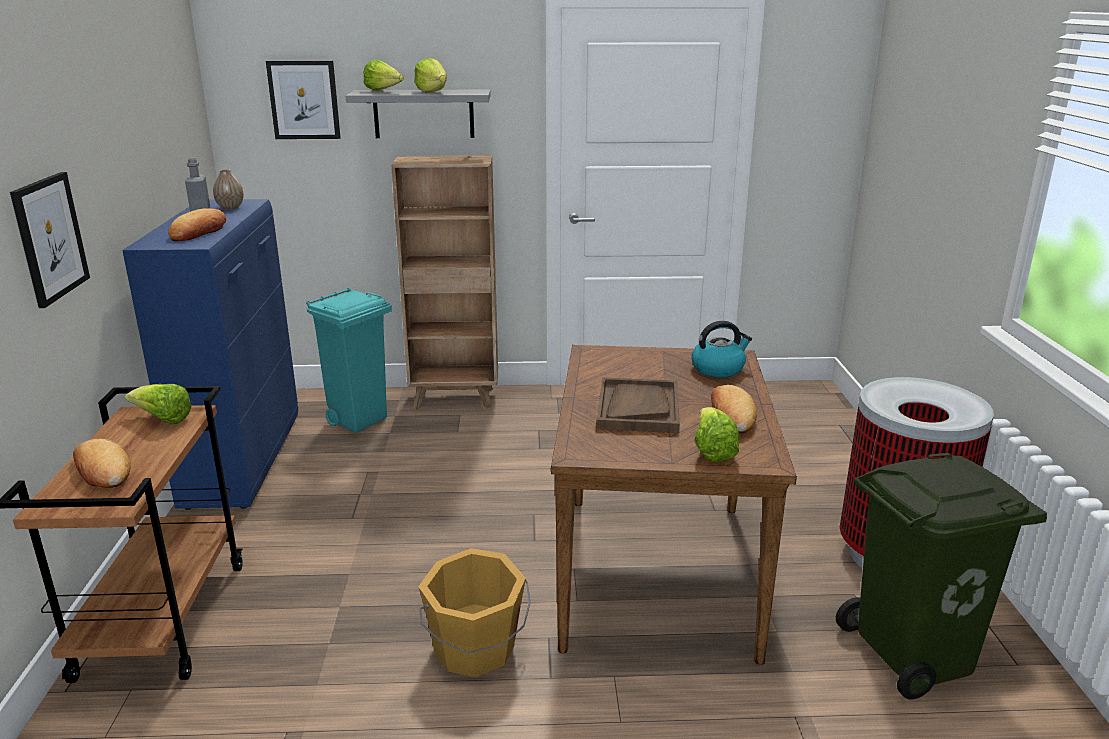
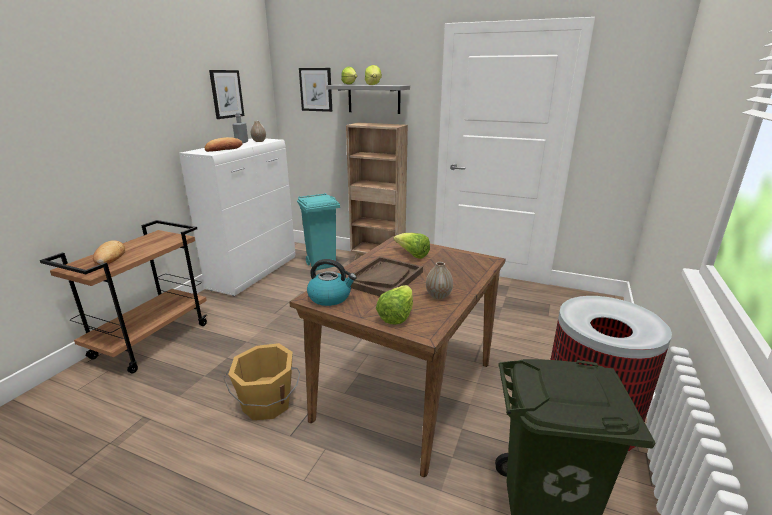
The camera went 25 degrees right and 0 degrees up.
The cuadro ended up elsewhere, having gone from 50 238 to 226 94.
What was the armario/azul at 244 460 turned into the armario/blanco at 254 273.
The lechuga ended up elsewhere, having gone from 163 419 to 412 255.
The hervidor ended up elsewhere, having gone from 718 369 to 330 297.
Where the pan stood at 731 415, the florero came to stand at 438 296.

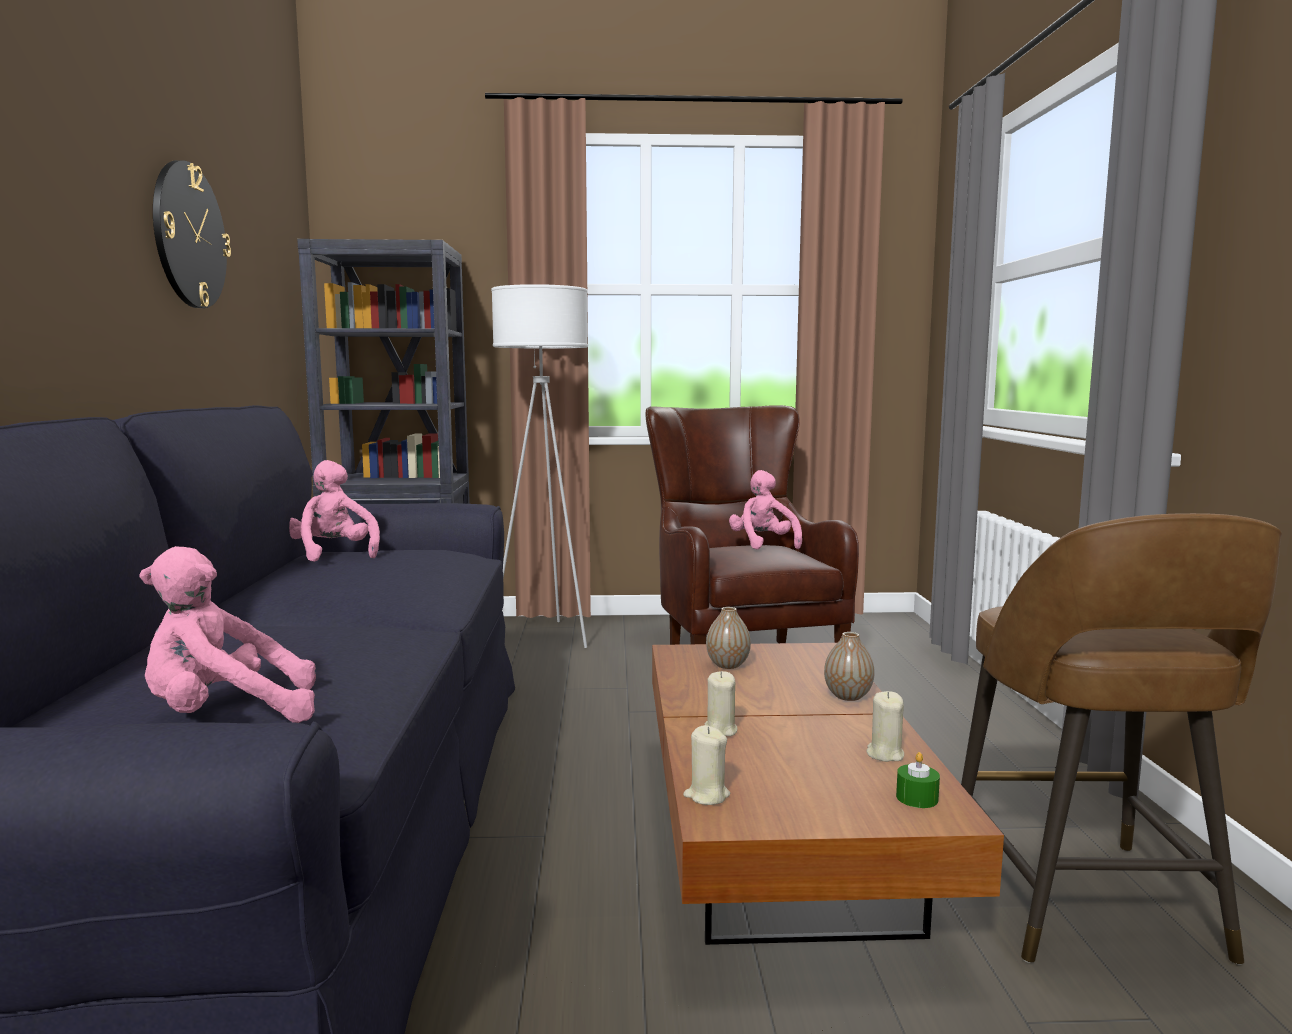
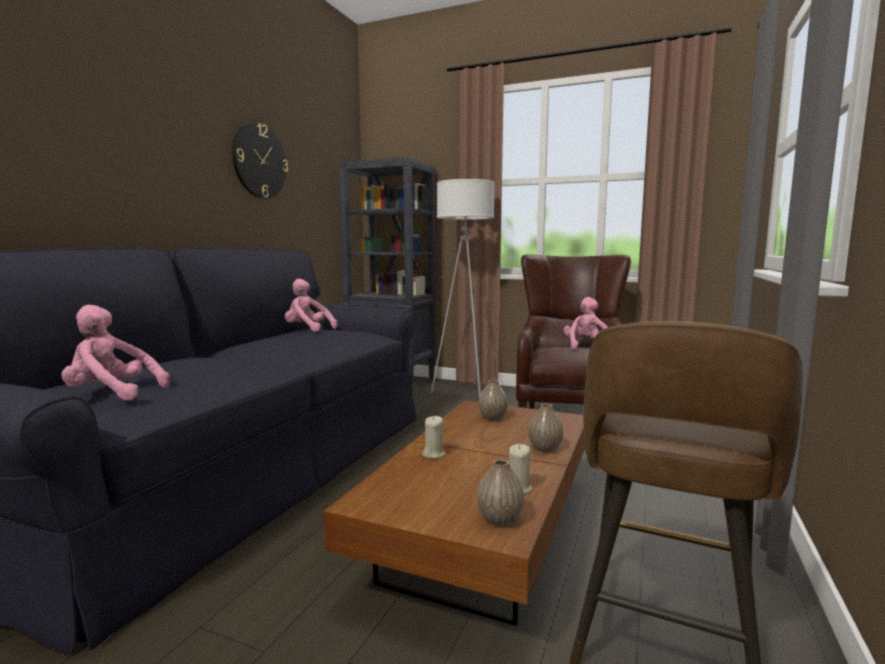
The camera went 25 degrees right and 0 degrees up.
The peluche/rosa at 333 554 ended up facing another way, 60 degrees counterclockwise from before.
The second view lost the vela/beis at 706 795.
Where the vela/verde stood at 917 798, the florero came to stand at 500 520.

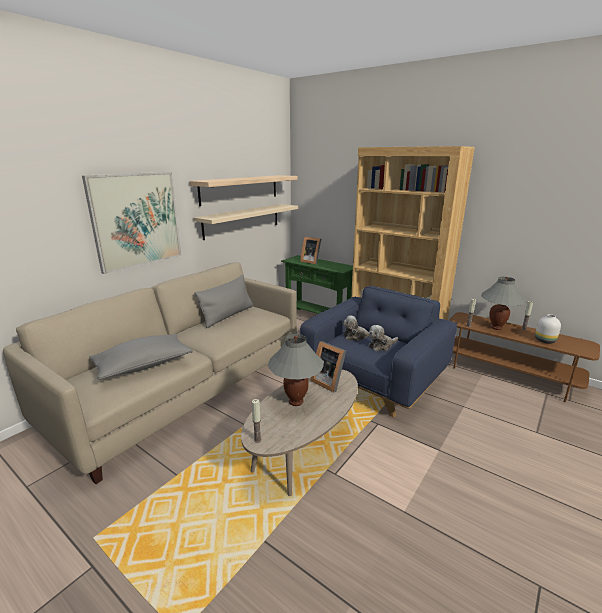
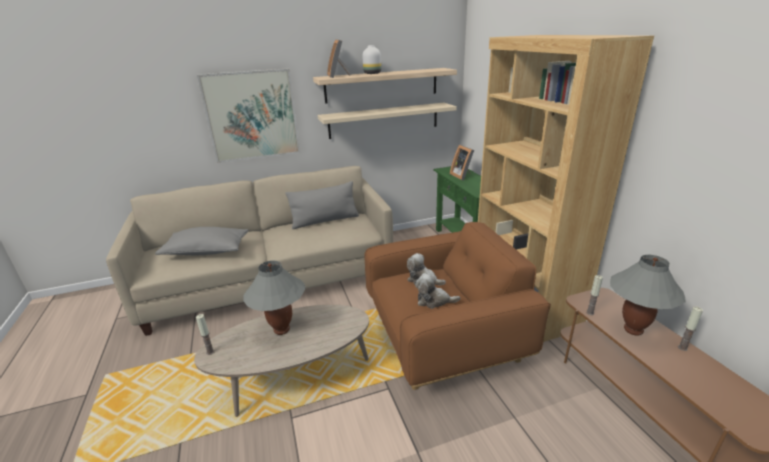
The camera went 35 degrees right and 5 degrees up.
What was the sillón/azul at 374 379 turned into the sillón/marrón at 444 337.
The portarretratos ended up elsewhere, having gone from 328 382 to 338 76.
The florero/blanco ended up elsewhere, having gone from 544 340 to 372 73.

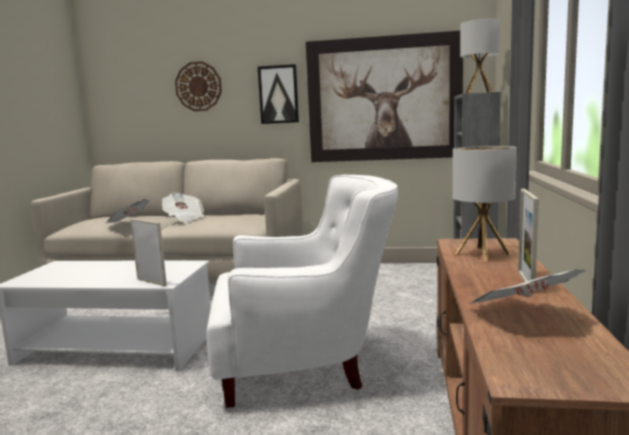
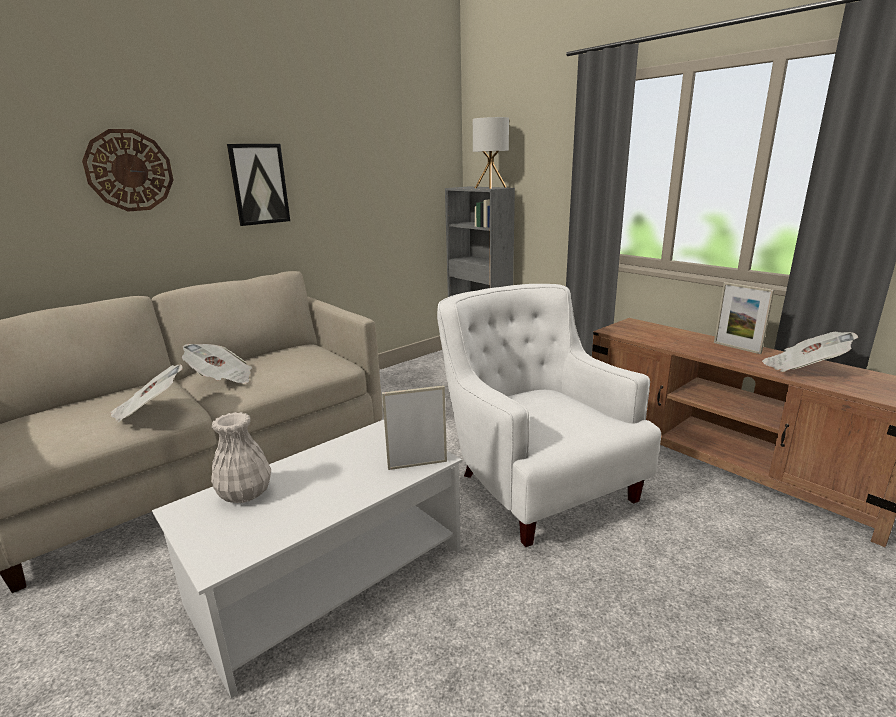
The camera went 50 degrees left and 10 degrees up.
The sillón/blanco at 304 364 ended up facing another way, 60 degrees counterclockwise from before.
The second view lost the cuadro at 383 99.
The second view lost the lámpara de mesa at 482 254.
The second view gained the florero/blanco at 244 494.

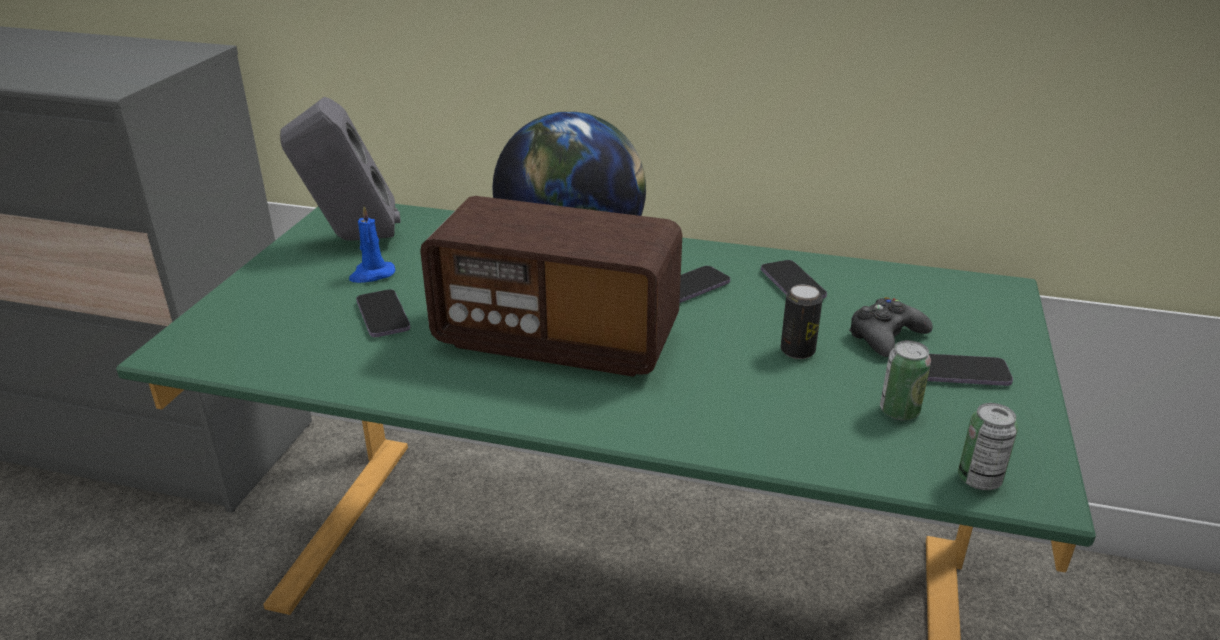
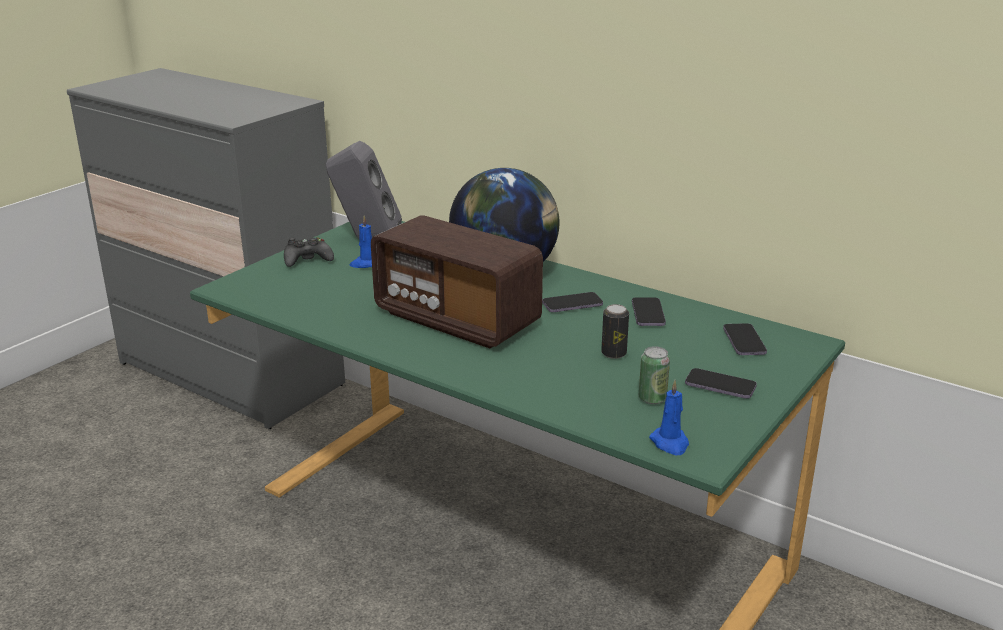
The camera went 20 degrees right and 5 degrees down.
The móvil ended up elsewhere, having gone from 383 316 to 744 341.
The mando de consola/negro ended up elsewhere, having gone from 886 336 to 307 259.
Where the lata stood at 979 479, the vela/azul came to stand at 670 443.

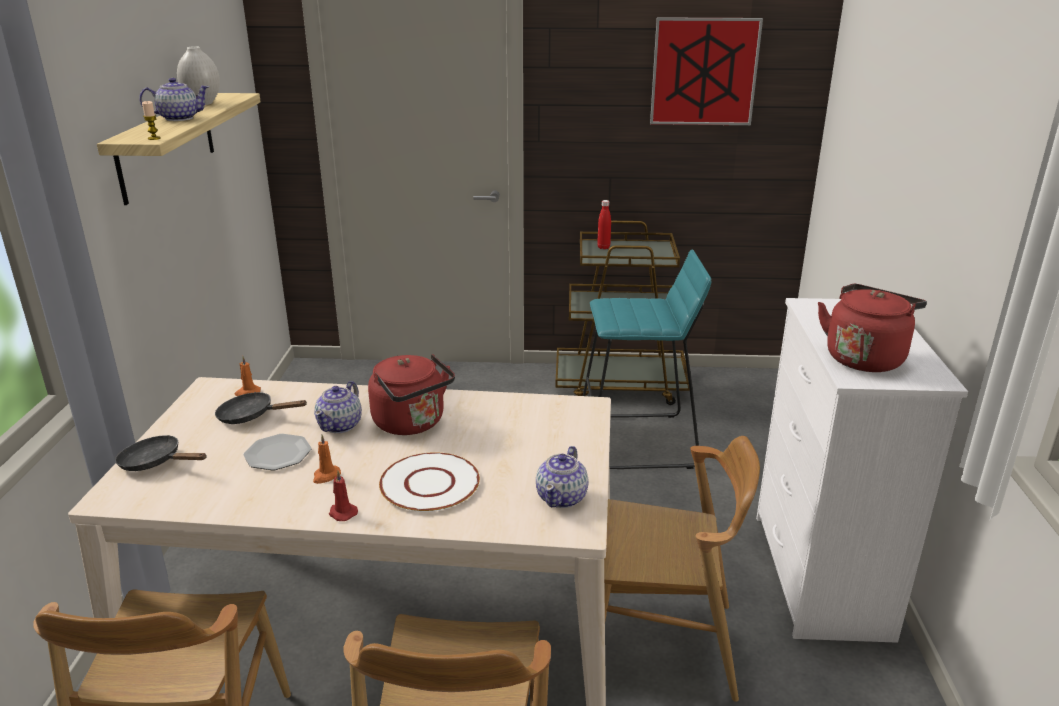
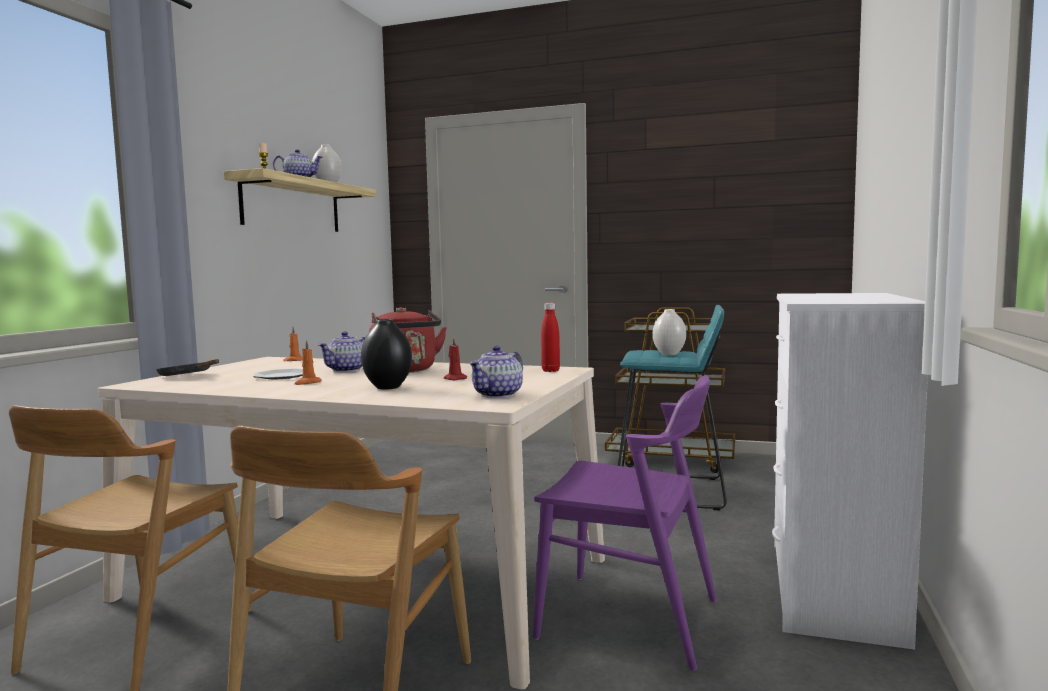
The camera went 15 degrees right and 20 degrees down.
The second view lost the sartén/negro at 251 416.
The vela/rojo ended up elsewhere, having gone from 342 513 to 454 379.
Where the plato/blanco stood at 429 483, the florero/negro came to stand at 388 387.
The botella/rojo ended up elsewhere, having gone from 603 247 to 550 371.
What was the silla/marrón at 662 644 turned into the silla/morado at 629 619.
The second view lost the cuadro at 704 72.
The second view lost the hervidor/rojo at 865 357.
The second view gained the florero/blanco at 669 354.

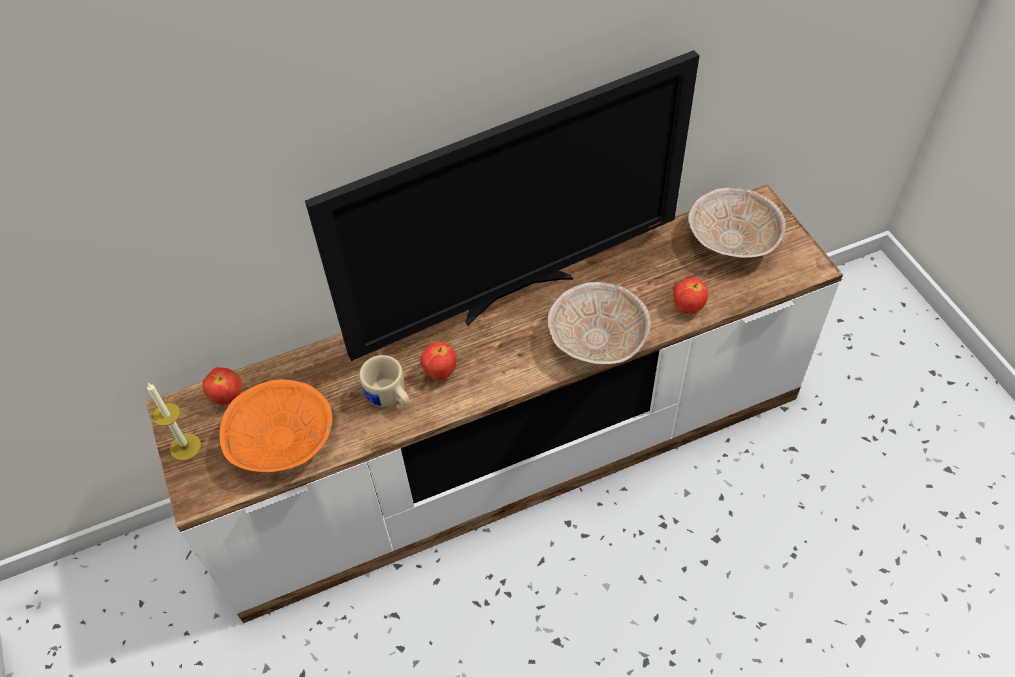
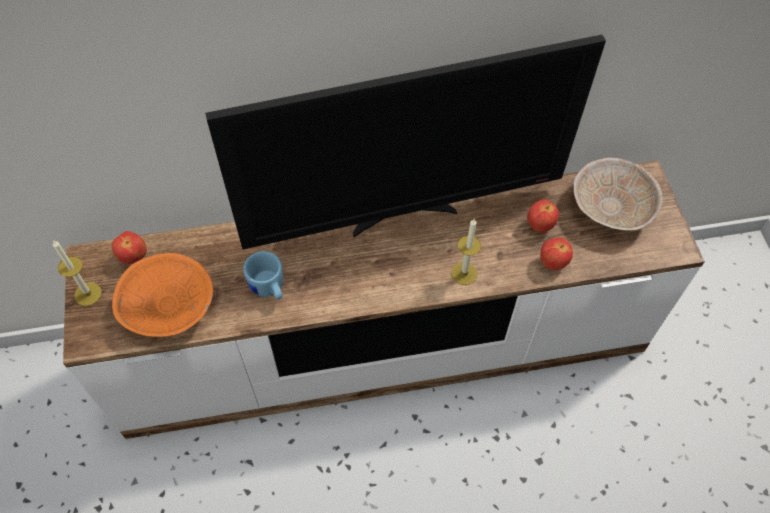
The camera went 10 degrees right and 5 degrees up.
What was the taza grande/beis at 389 398 turned into the taza grande/azul at 269 289.
The manzana ended up elsewhere, having gone from 440 372 to 539 225.
Where the cuenco/beis stood at 597 338, the vela came to stand at 464 273.

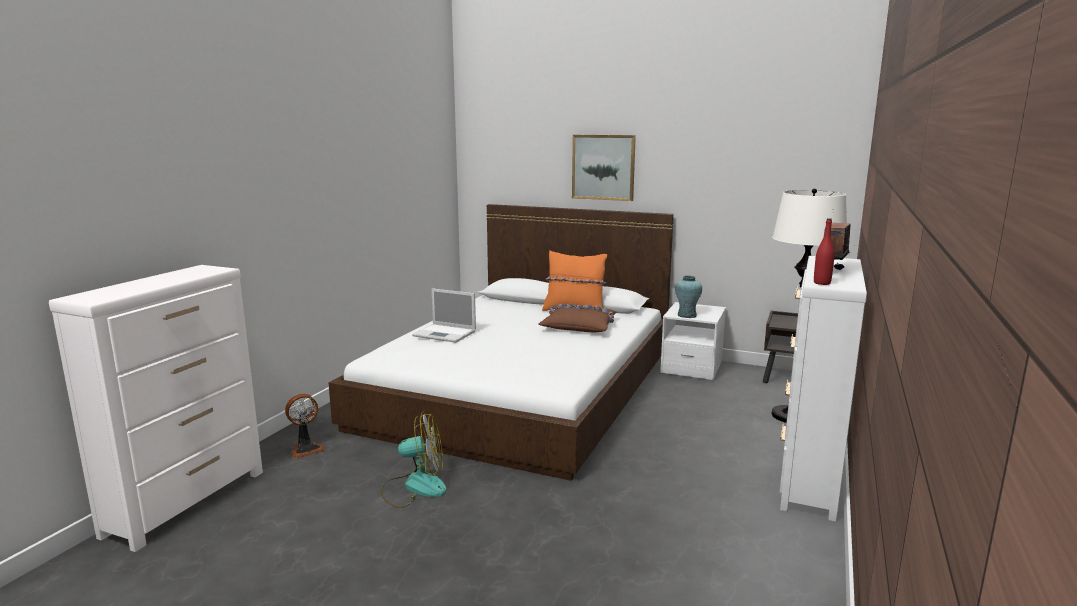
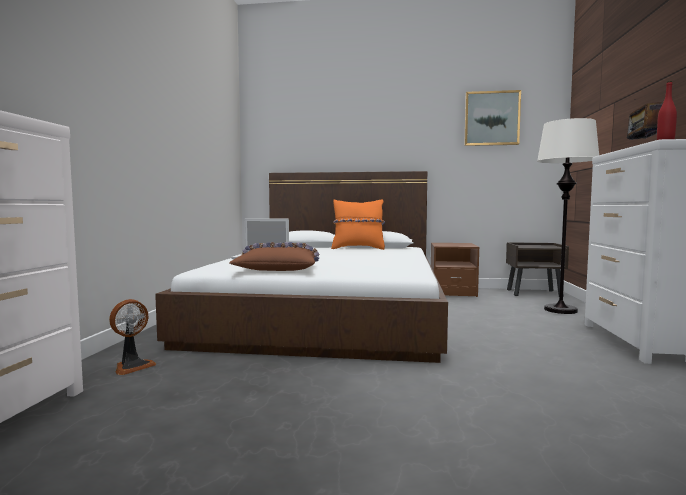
The camera went 15 degrees left and 10 degrees down.
The second view lost the ventilador at 414 487.
The cojín/marrón ended up elsewhere, having gone from 579 326 to 279 268.
The cuadro ended up elsewhere, having gone from 603 167 to 491 118.
What was the mesita de noche/blanco at 691 367 turned into the mesita de noche/marrón at 452 292.
The second view lost the florero/turquesa at 686 315.

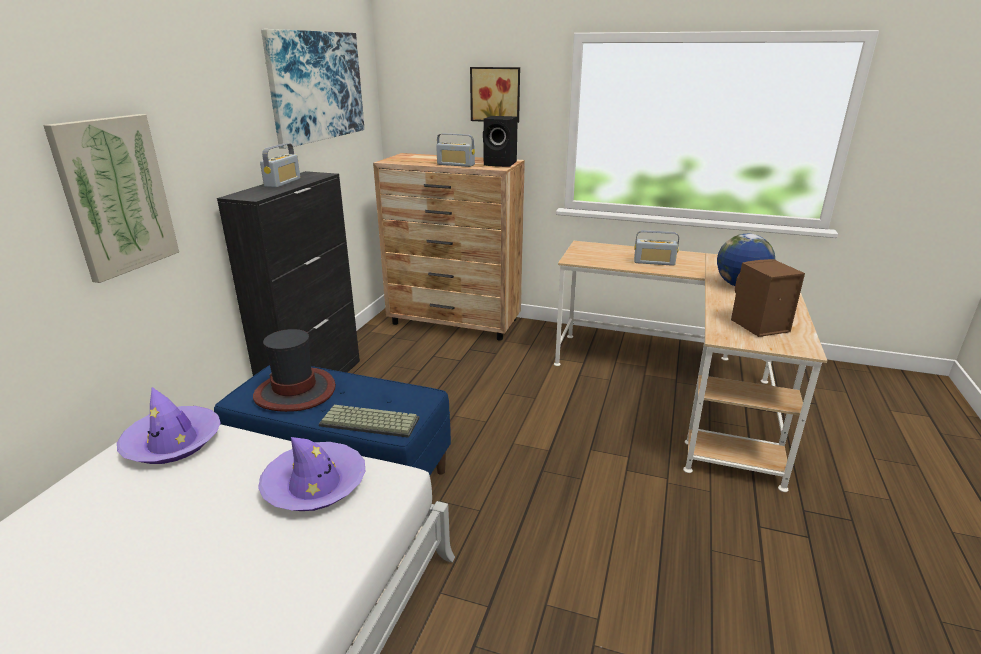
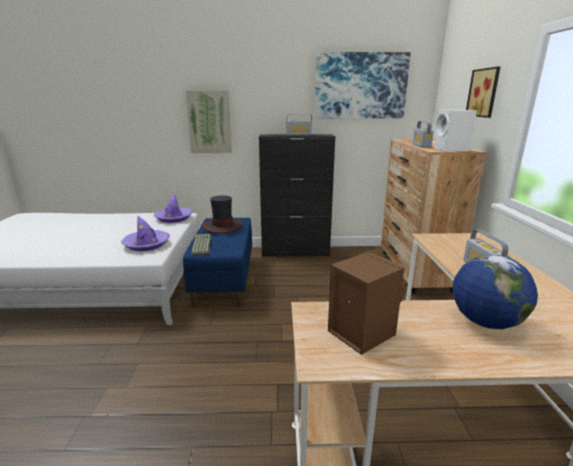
The camera went 70 degrees right and 5 degrees down.
What was the altavoz/negro at 501 164 turned into the altavoz/blanco at 451 150.

